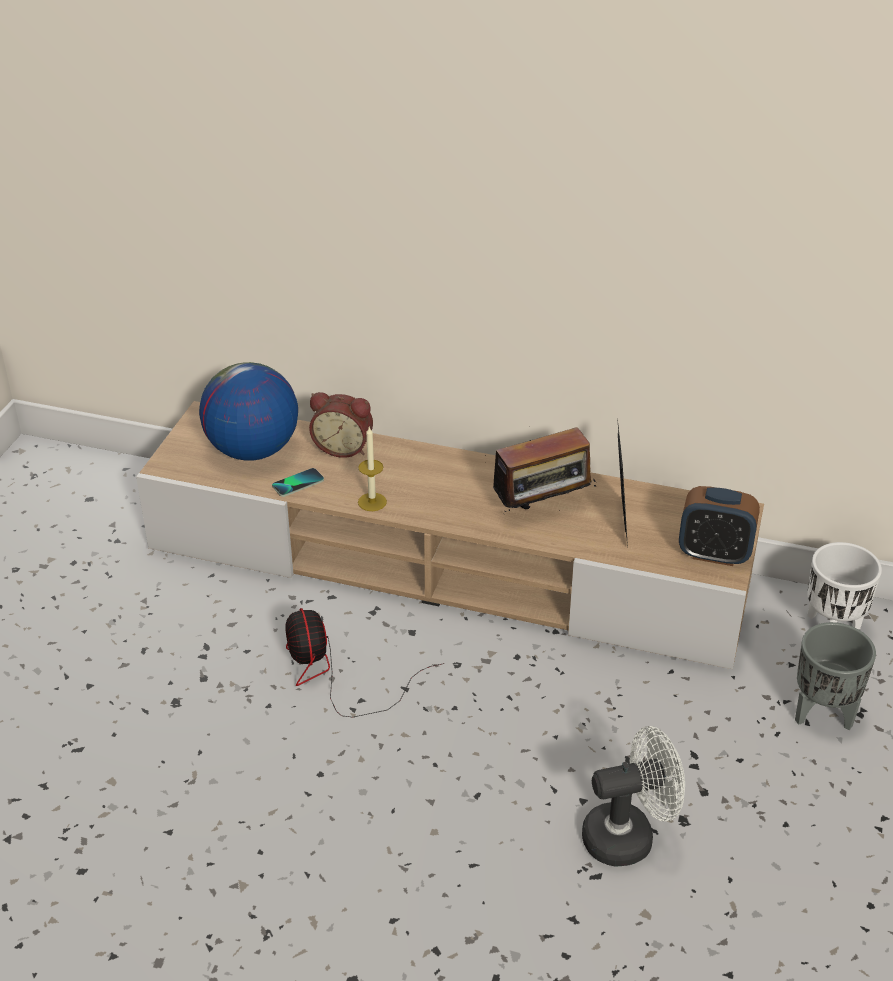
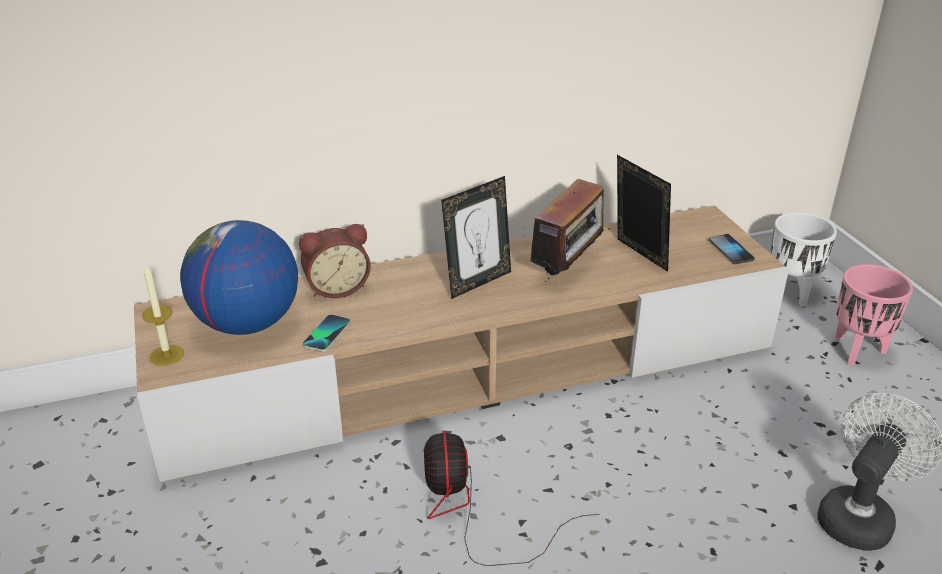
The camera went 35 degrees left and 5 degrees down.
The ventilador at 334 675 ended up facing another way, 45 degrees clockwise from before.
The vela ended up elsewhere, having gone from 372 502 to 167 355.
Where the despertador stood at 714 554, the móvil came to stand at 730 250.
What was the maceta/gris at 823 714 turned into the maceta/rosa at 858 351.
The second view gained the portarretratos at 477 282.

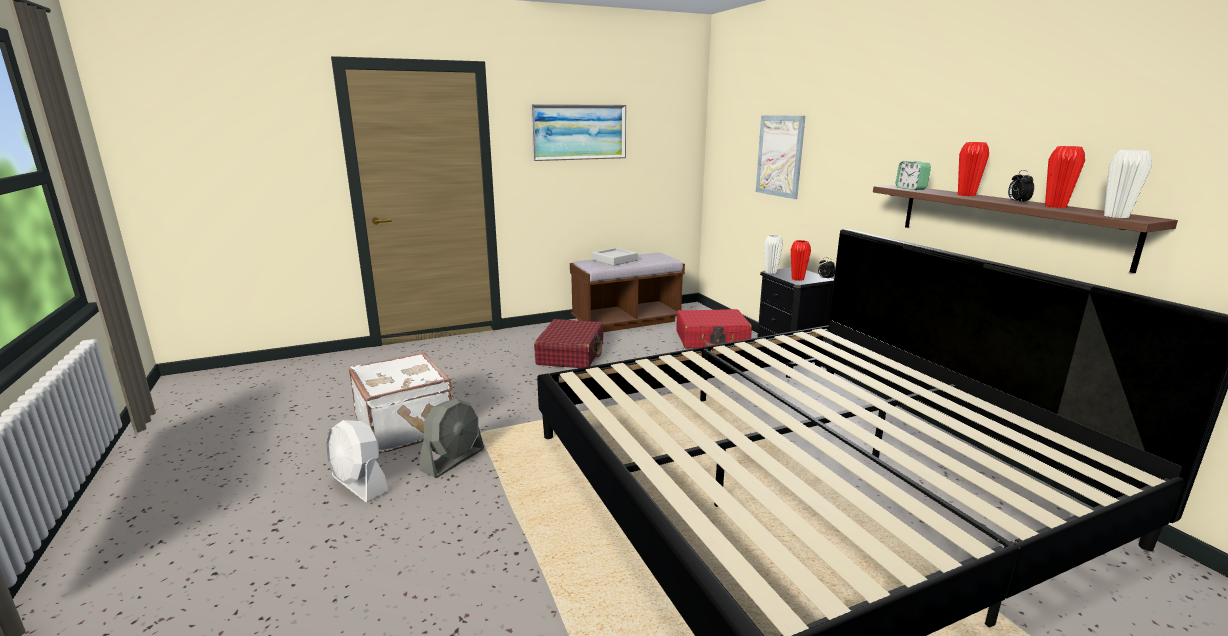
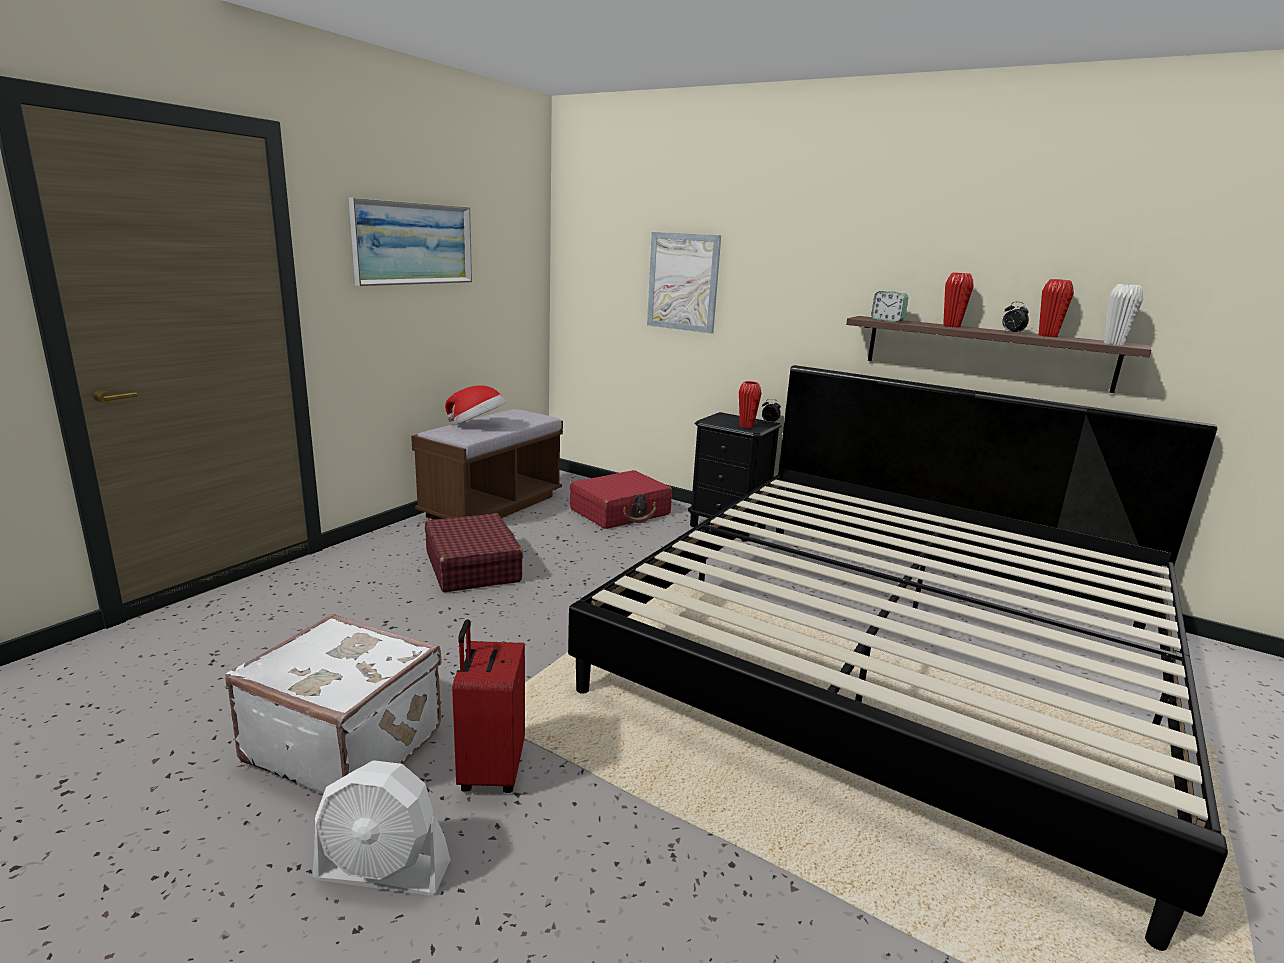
The camera went 35 degrees left and 0 degrees up.
Where the ventilador/gris stood at 453 460, the maleta/rojo came to stand at 490 770.
Where the bandeja/gris stood at 614 260, the sombrero came to stand at 477 425.
The second view lost the florero/blanco at 771 272.

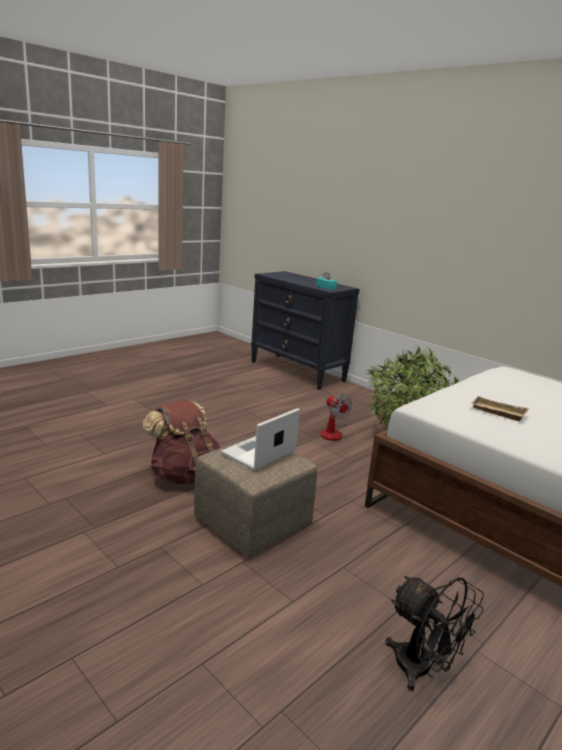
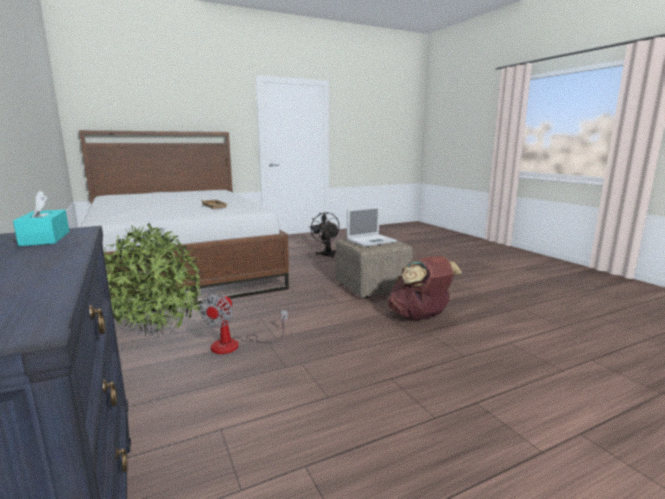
The camera went 160 degrees left and 5 degrees down.
The ventilador at 333 432 ended up facing another way, 150 degrees counterclockwise from before.

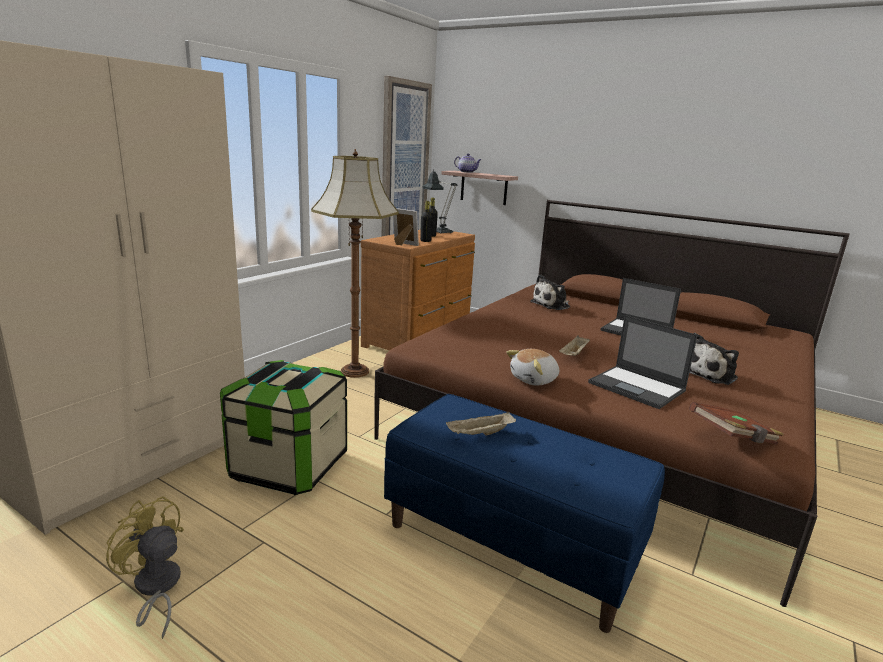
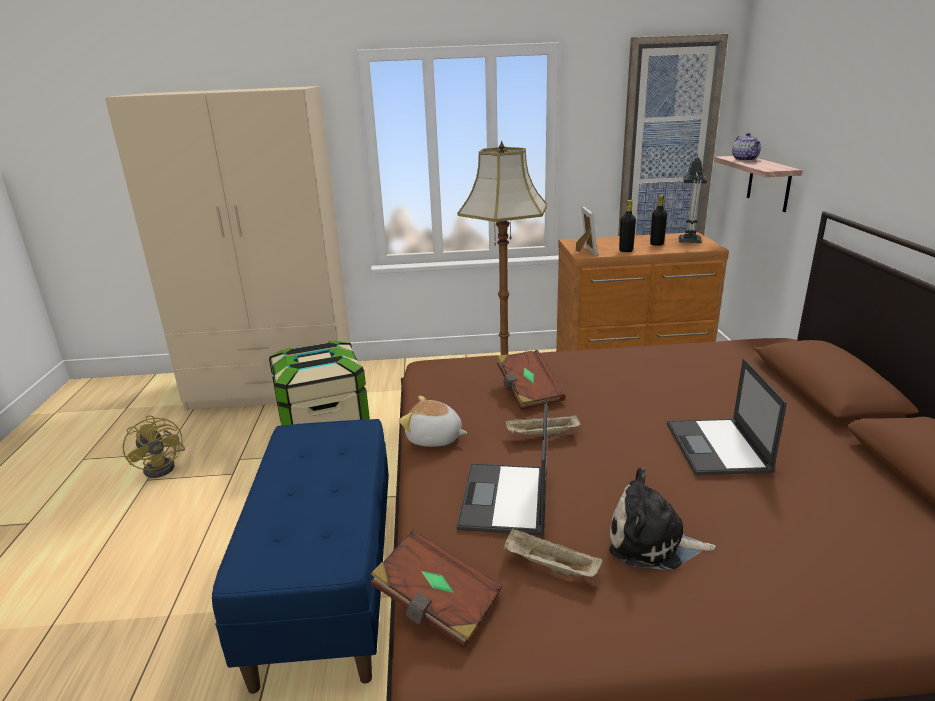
The camera went 55 degrees right and 5 degrees up.
The ventilador/amarillo at 155 589 ended up facing another way, 150 degrees clockwise from before.
The bandeja/beis ended up elsewhere, having gone from 480 434 to 549 567.
The second view lost the peluche at 552 305.
The second view gained the libro/marrón at 528 392.

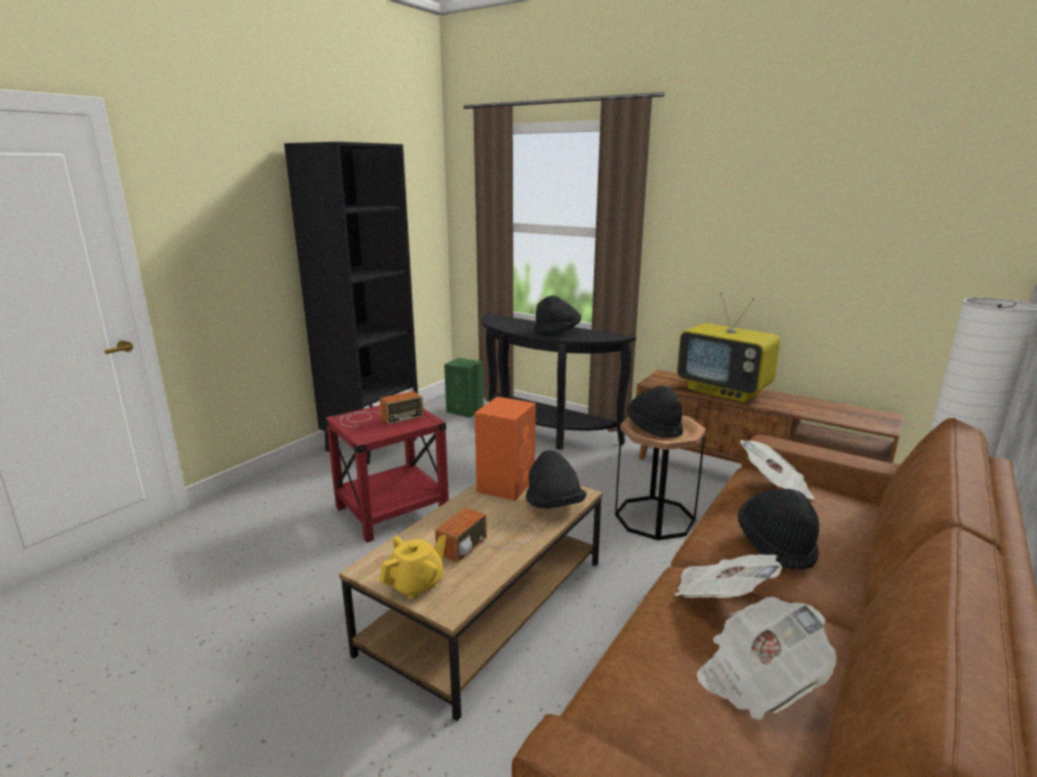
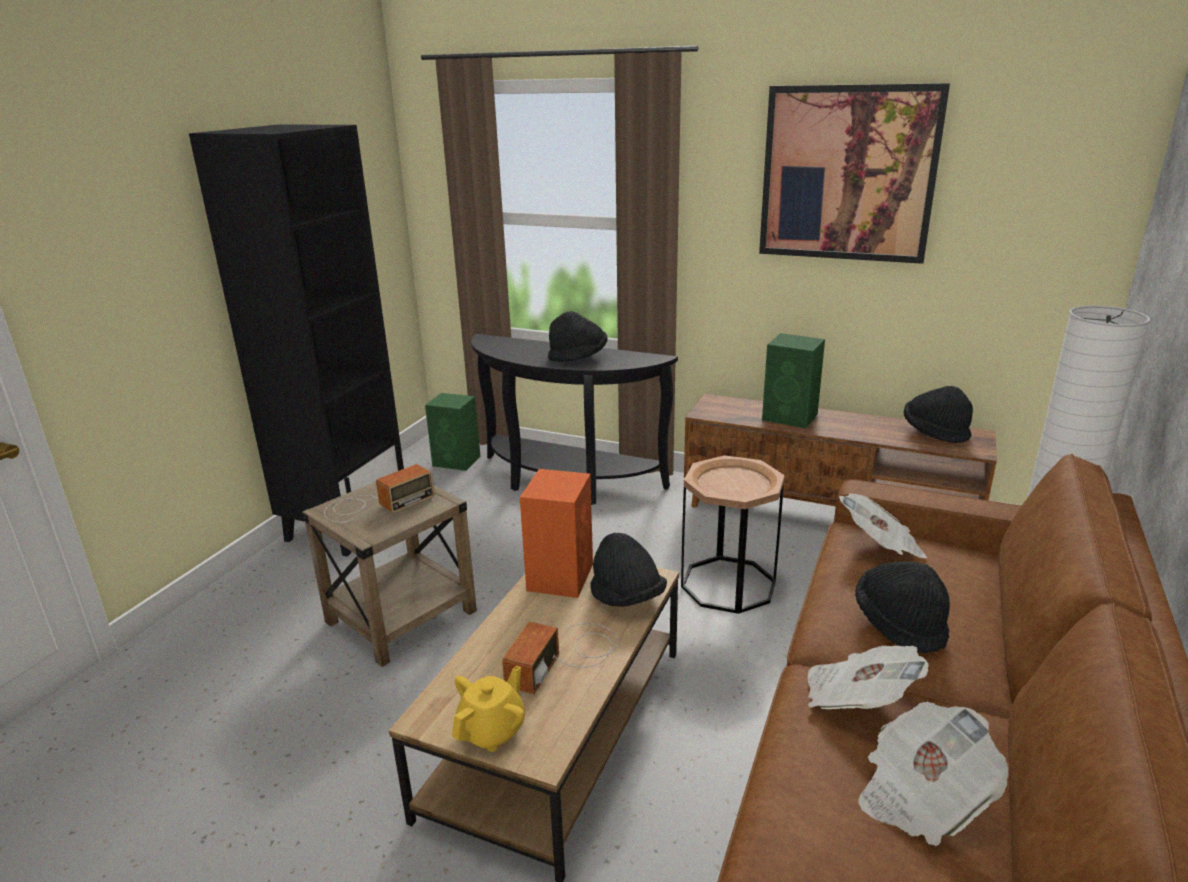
The camera went 10 degrees left and 5 degrees up.
What was the mesa auxiliar/rojo at 393 510 turned into the mesa auxiliar/beis at 402 617.
The sombrero/negro ended up elsewhere, having gone from 654 428 to 934 433.
Where the televisor stood at 724 391, the altavoz/verde came to stand at 791 417.
The second view gained the cuadro at 847 174.

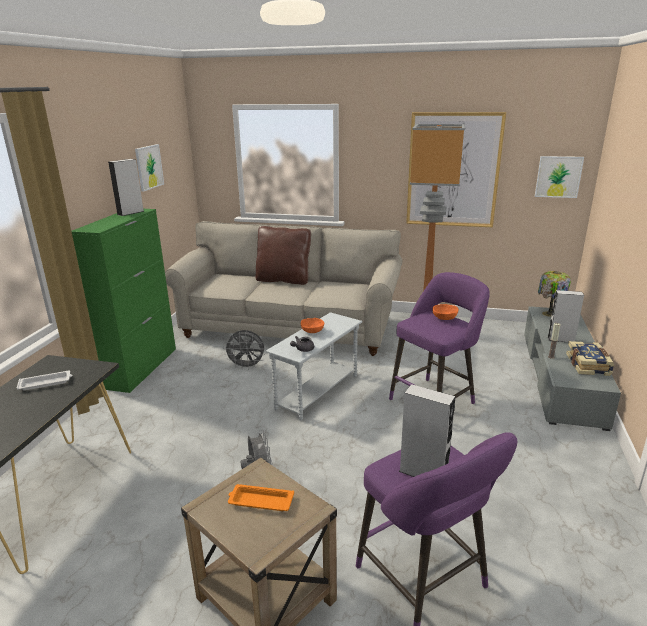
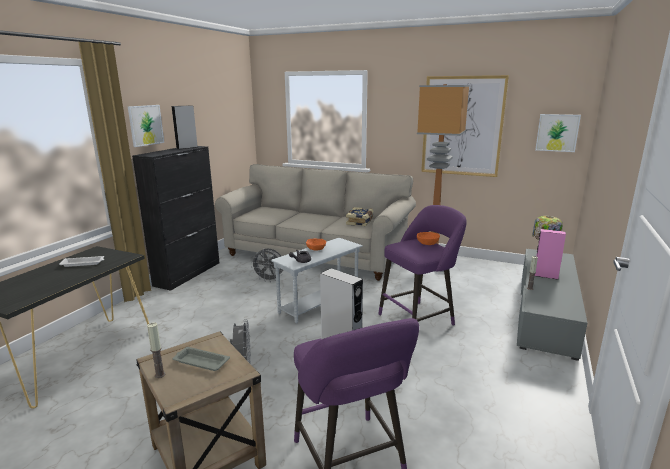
The camera went 10 degrees right and 5 degrees down.
What was the armario/verde at 142 367 turned into the armario/negro at 188 273.
The cuadro ended up elsewhere, having gone from 149 167 to 145 125.
What was the bandeja/naranja at 260 501 turned into the bandeja/gris at 200 362.
The second view lost the cojín/marrón at 283 280.
What was the altavoz/gris at 561 339 turned into the altavoz/rosa at 545 276.
The libro ended up elsewhere, having gone from 589 365 to 360 222.
The second view gained the vela at 160 375.

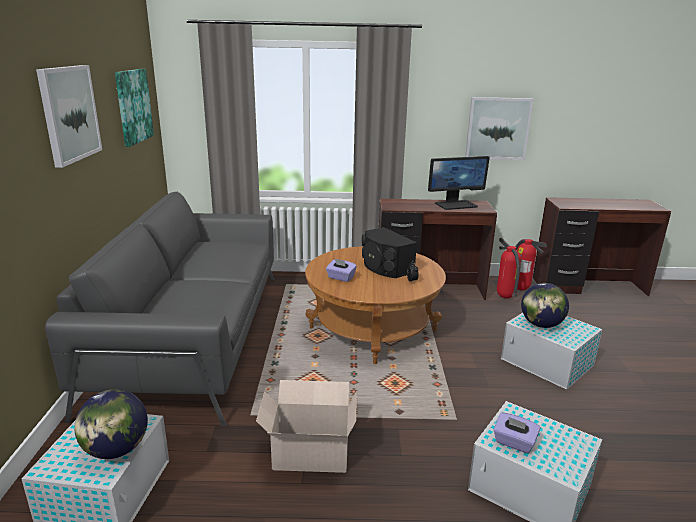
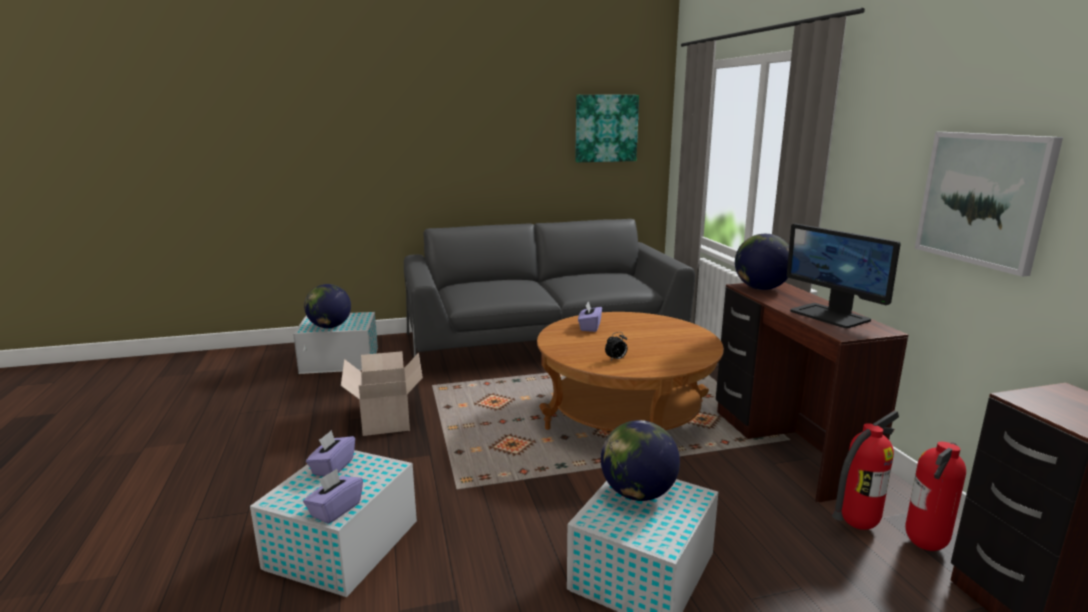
The camera went 75 degrees right and 5 degrees down.
The second view lost the cuadro at 69 114.
The second view lost the altavoz/negro at 385 267.
The second view gained the caja de pañuelos/morado at 335 510.
The second view gained the globo terráqueo at 761 288.

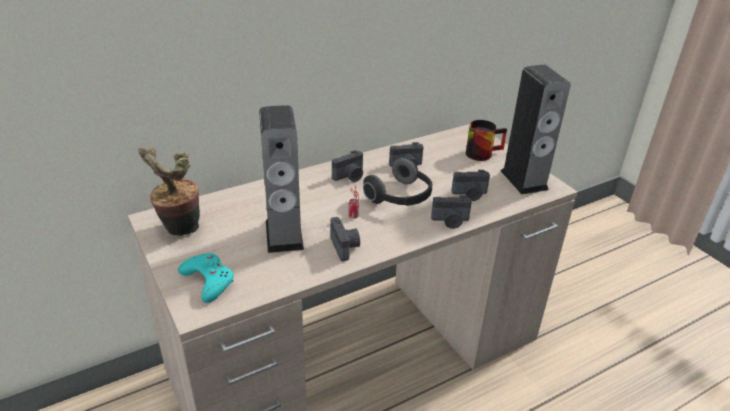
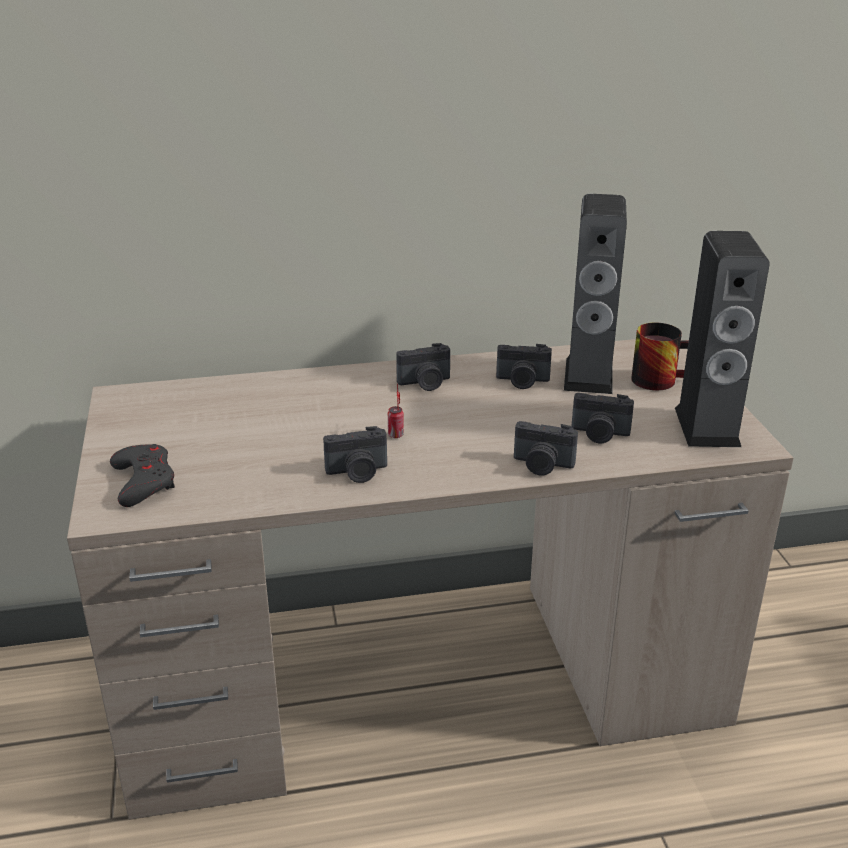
The camera went 20 degrees right and 5 degrees down.
The second view lost the planta en maceta at 179 229.
What was the mando de consola/turquesa at 208 280 turned into the mando de consola/gris at 143 481.
The altavoz ended up elsewhere, having gone from 284 235 to 588 375.
The cámara at 345 247 ended up facing another way, 75 degrees clockwise from before.
The second view lost the auriculares at 400 198.

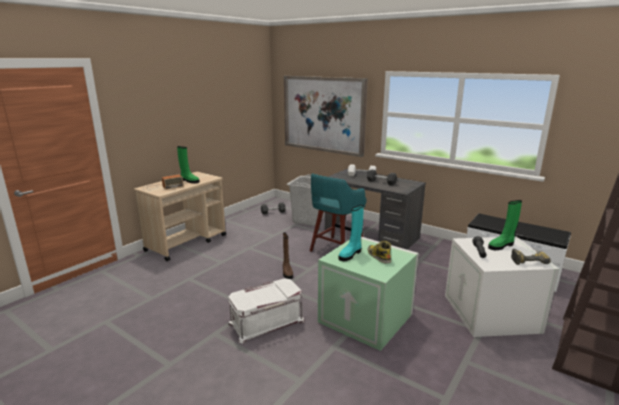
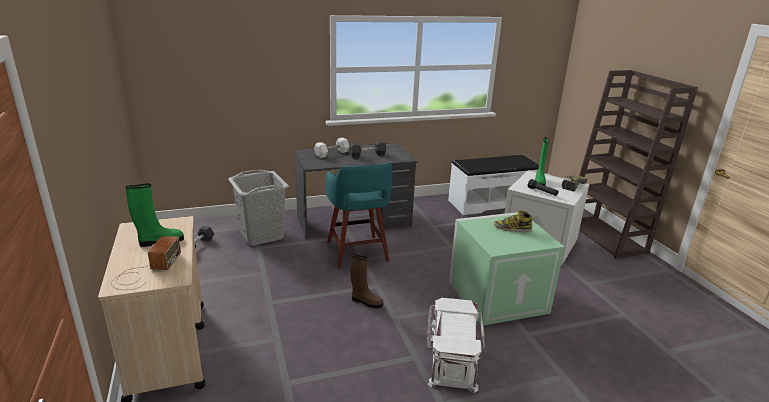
The camera went 55 degrees left and 5 degrees up.
The second view lost the cuadro at 324 114.
The second view lost the bota/turquesa at 350 254.

